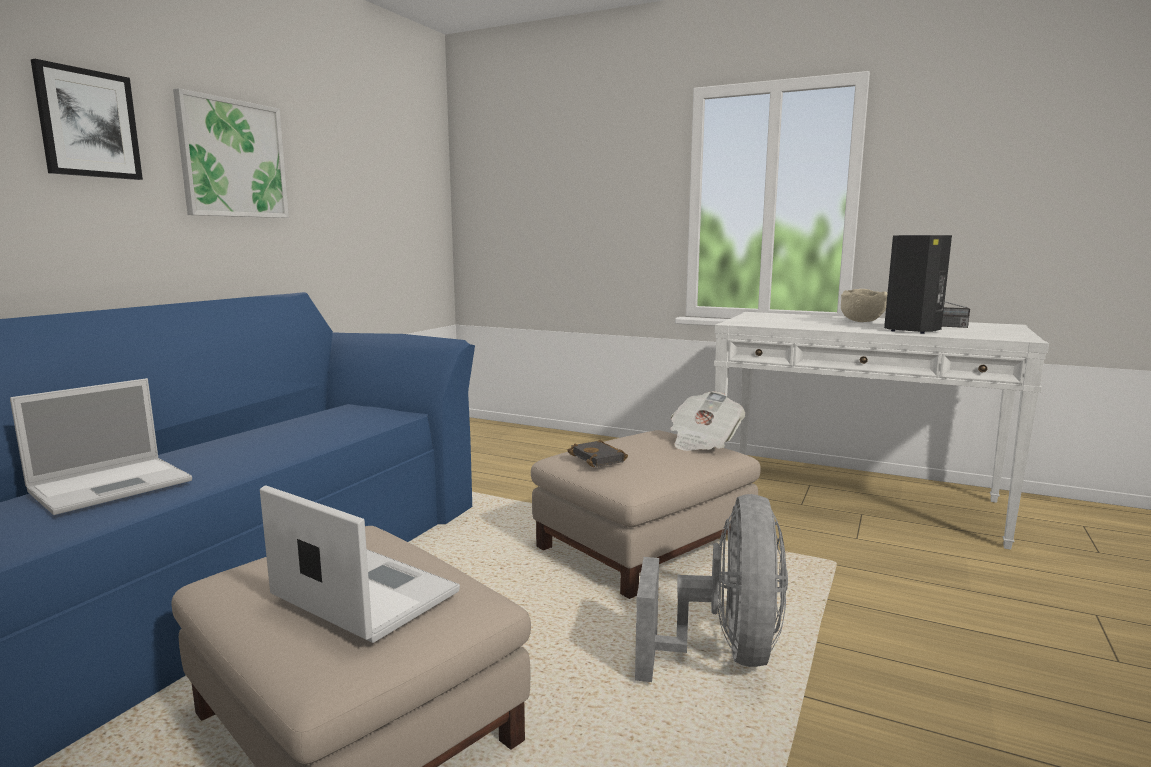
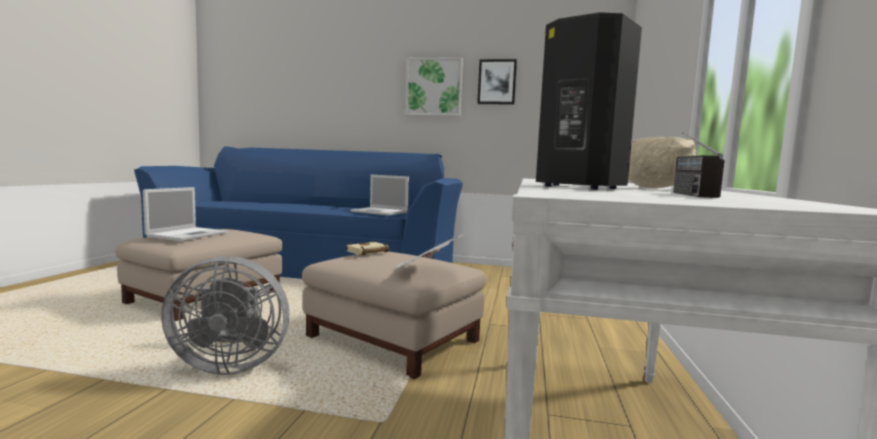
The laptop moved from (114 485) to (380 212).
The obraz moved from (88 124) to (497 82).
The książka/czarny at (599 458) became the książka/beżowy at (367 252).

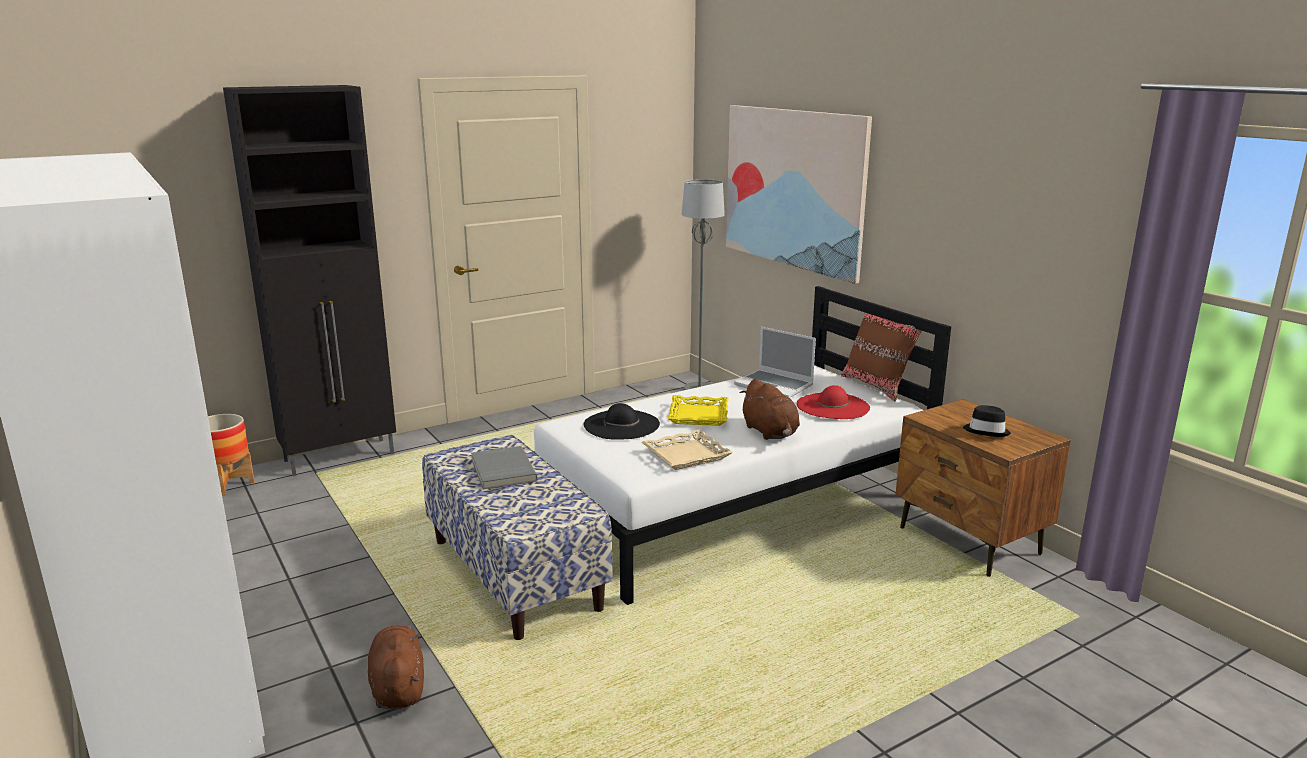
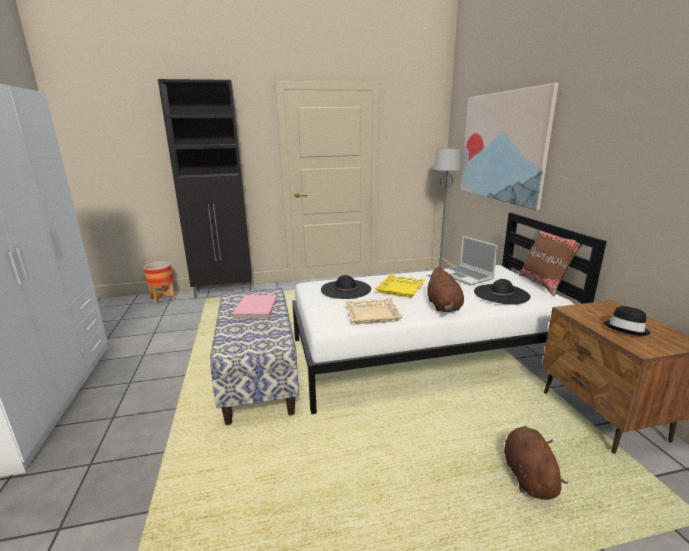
The pluszak/brązowy moved from (398 687) to (528 475).
The książka/szary at (502 470) became the książka/różowy at (255 308).
The kapelusz/czerwony at (833 406) became the kapelusz/czarny at (501 294).

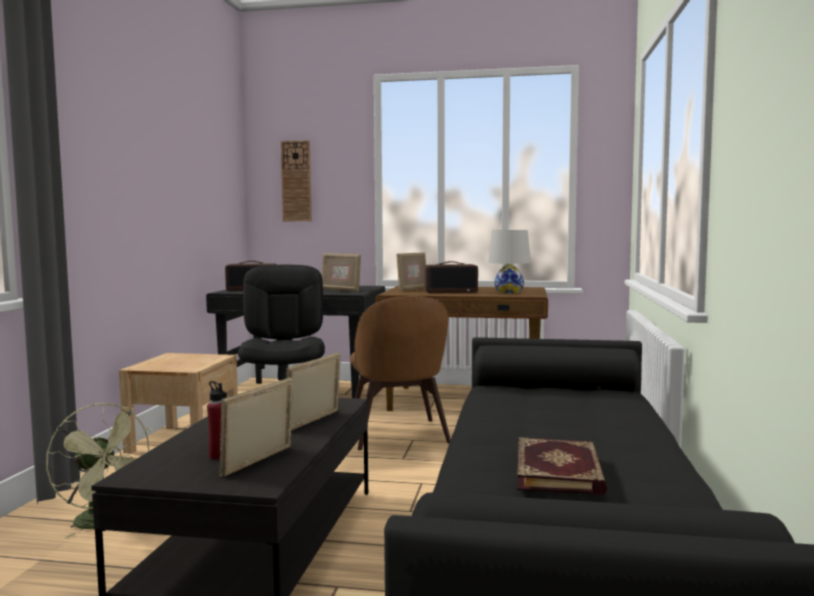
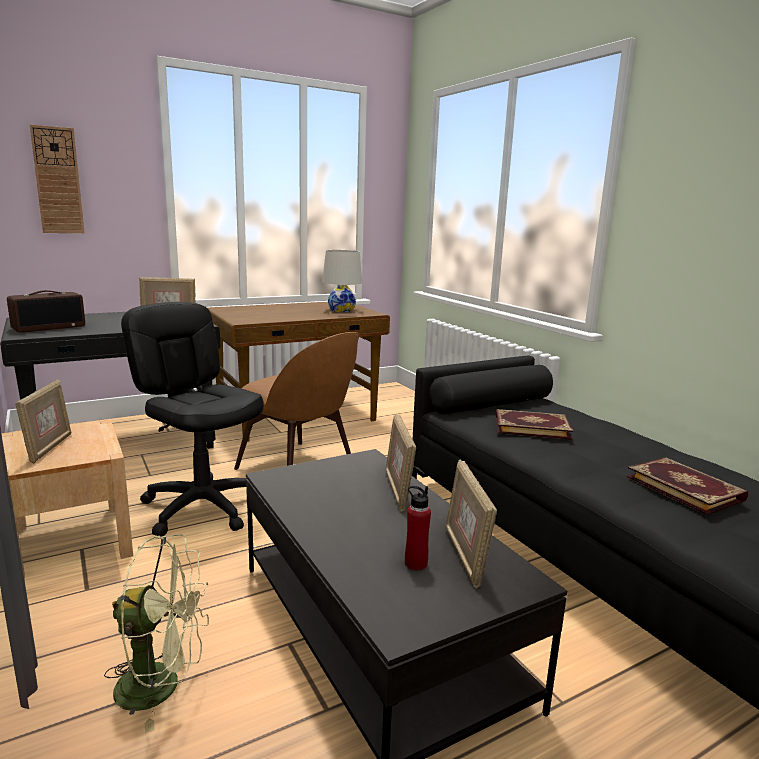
The ramka na zdjęcie moved from (412 289) to (49 448).
The radio at (451 292) disappeared.
The książka at (531 427) appeared.

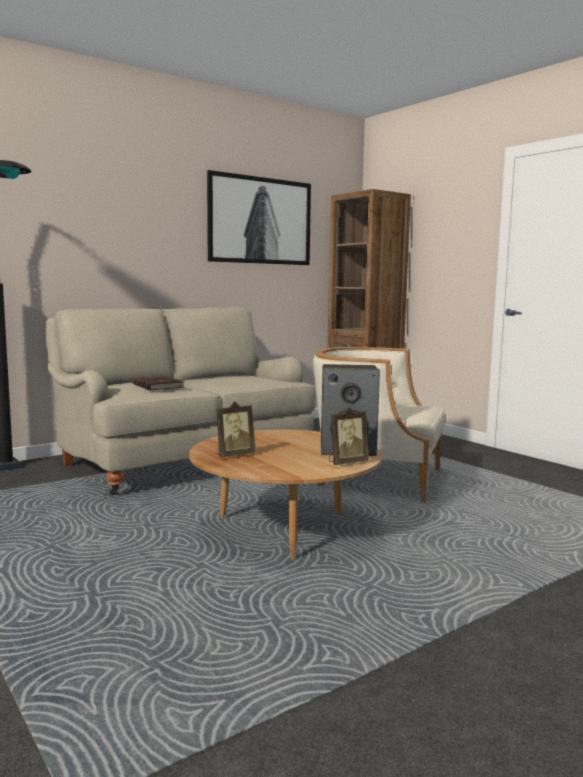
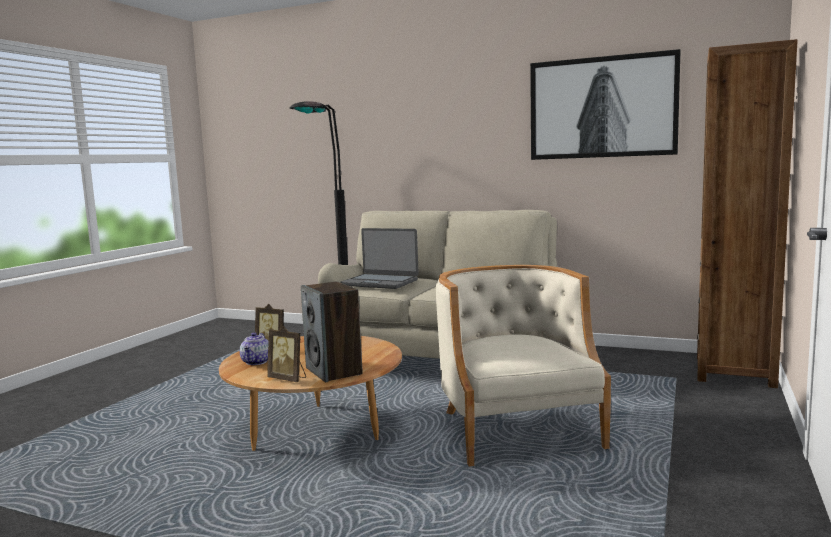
The książka/brązowy at (158 385) was replaced by the laptop at (380 282).
The imbryk at (256 362) appeared.

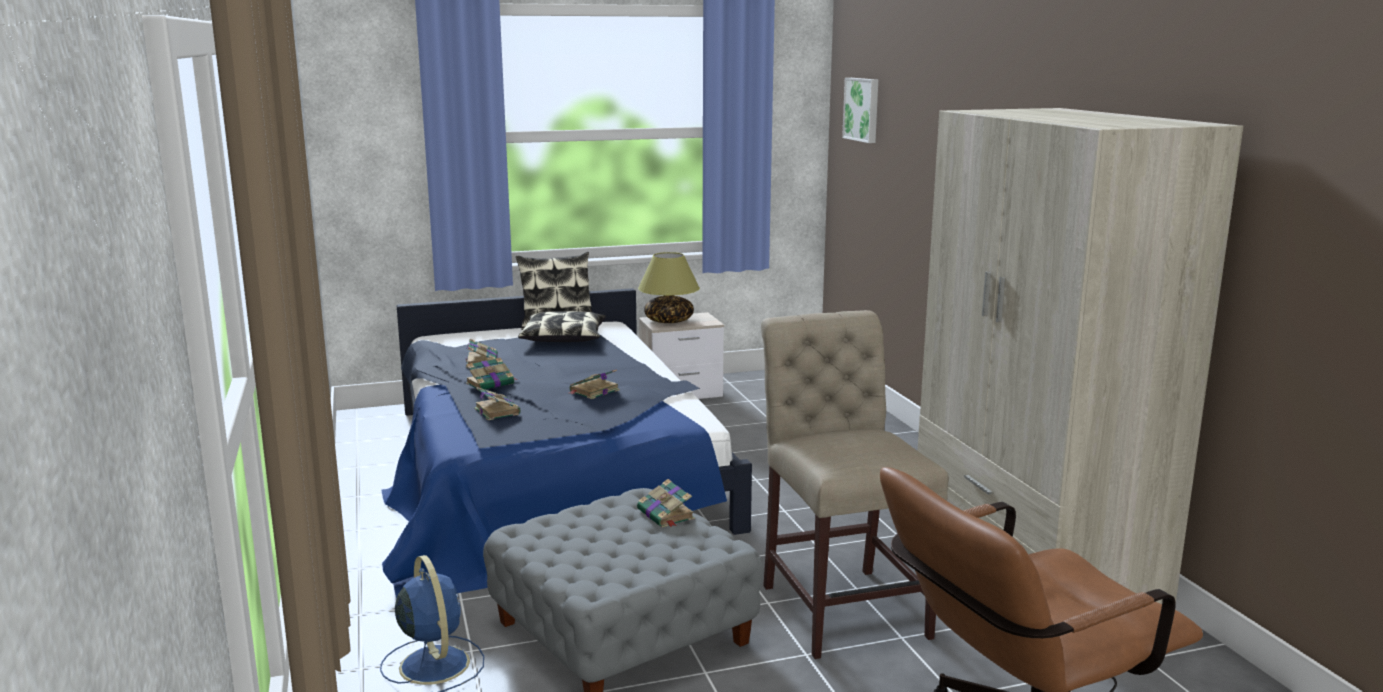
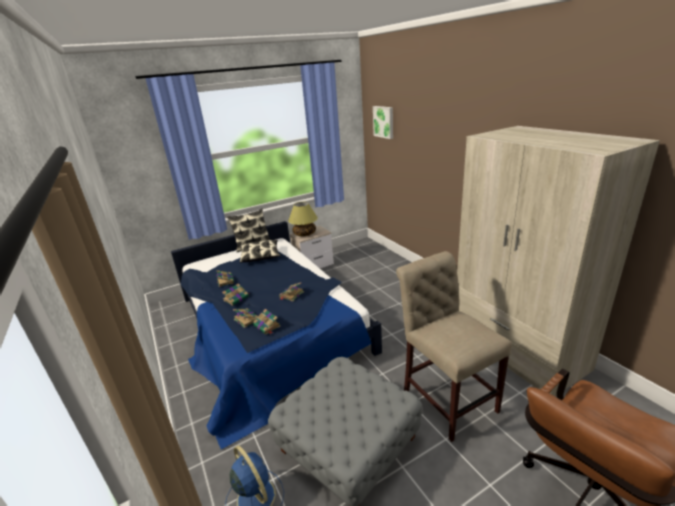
The książka moved from (666 515) to (267 326).

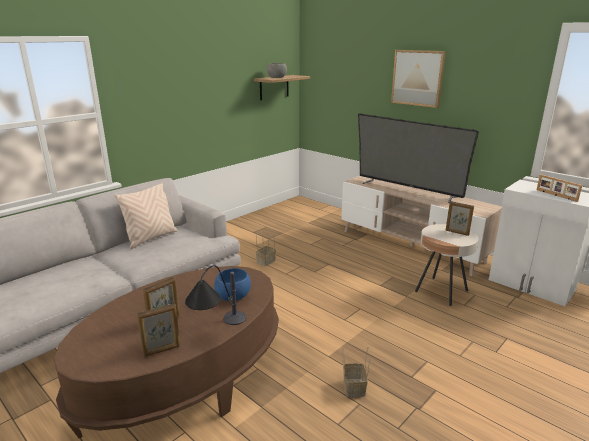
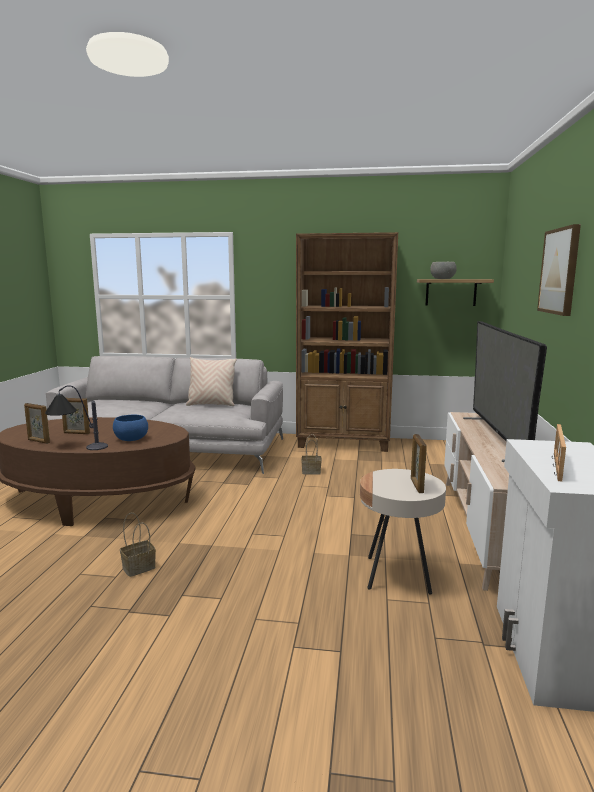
The regał/brązowy at (344 443) appeared.

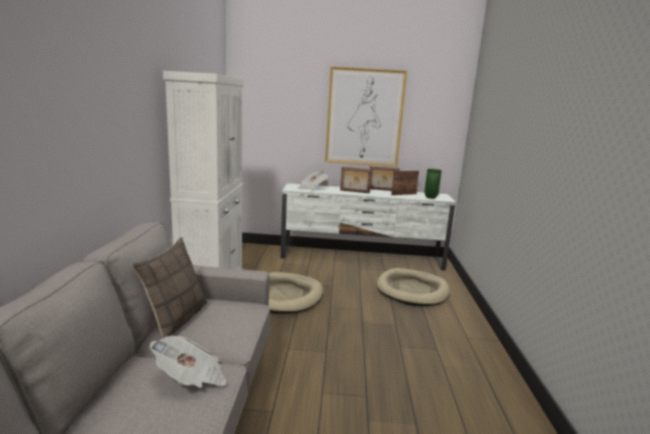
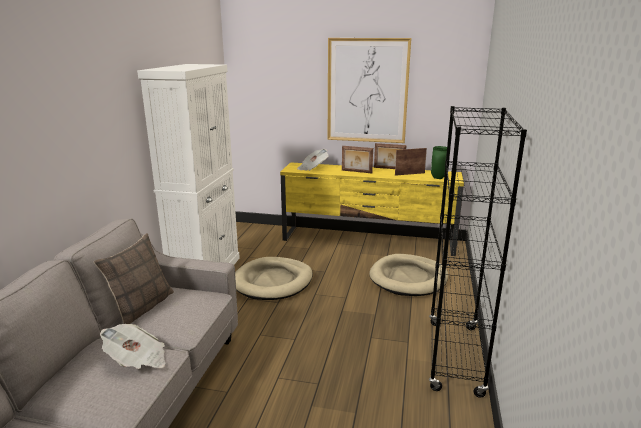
The szafka pod telewizor/biały at (362 258) became the szafka pod telewizor/żółty at (369 240).
The regał/czarny at (454 357) appeared.

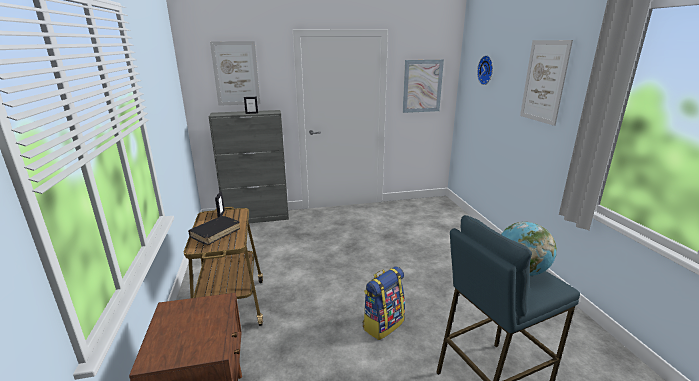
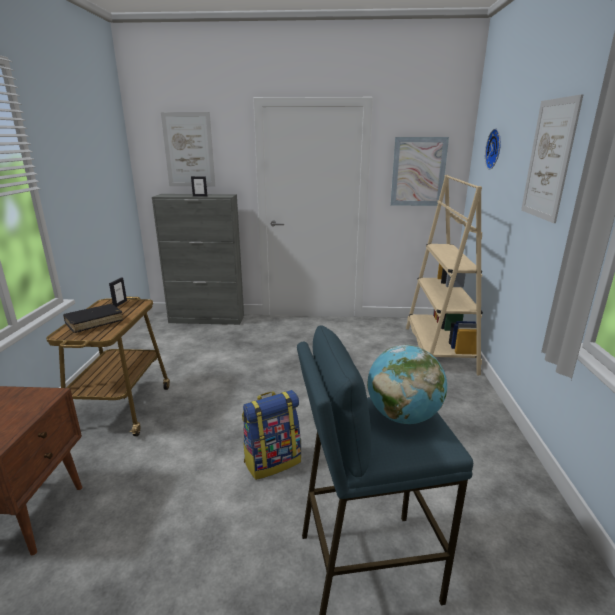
The regał/beżowy at (439 349) appeared.

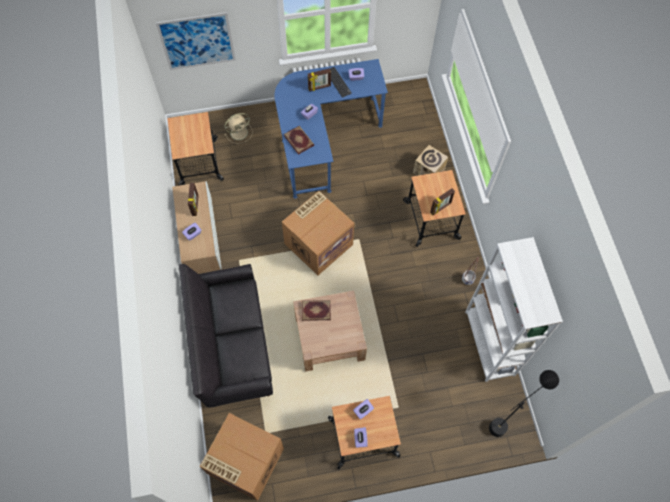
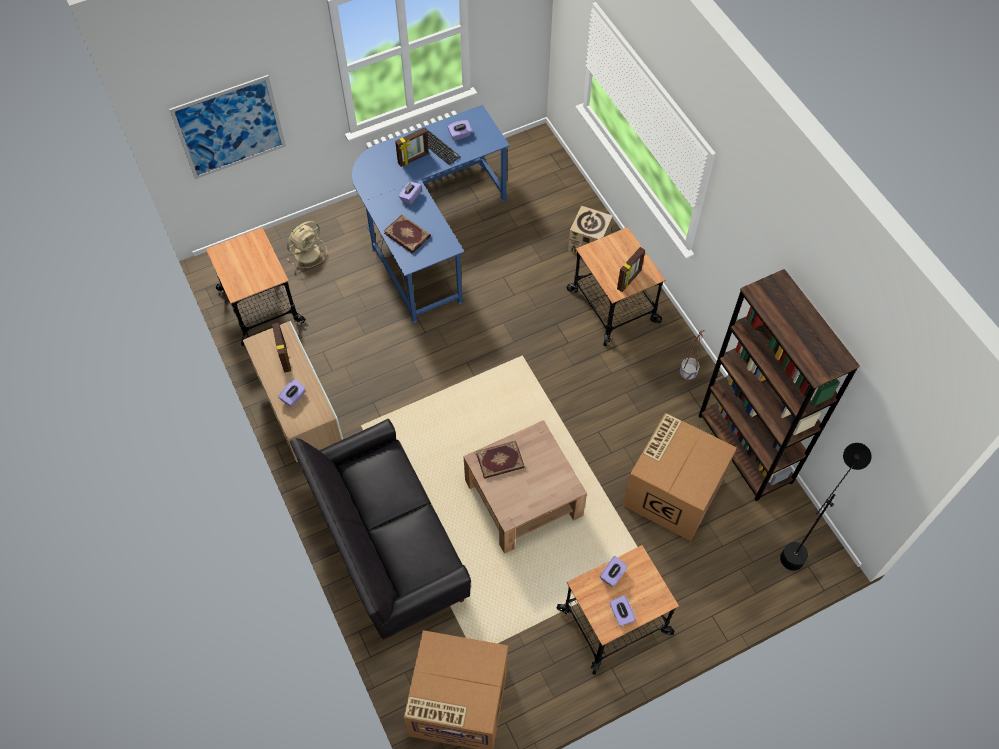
The karton moved from (318 243) to (672 491).
The regał/biały at (489 343) became the regał/brązowy at (745 449).

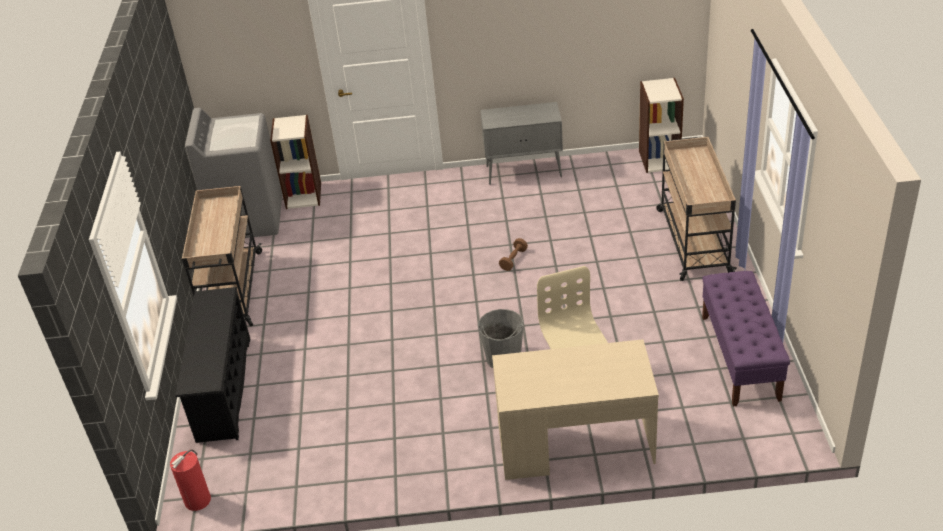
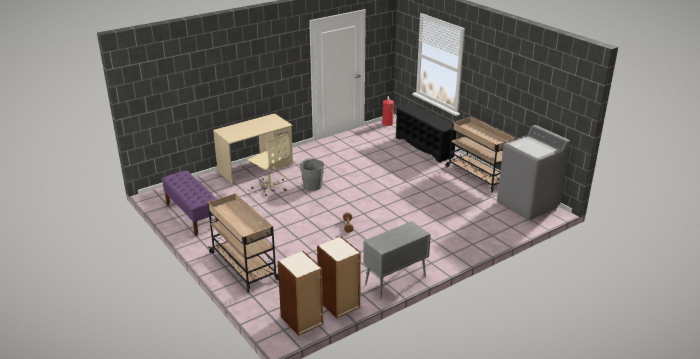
The regał moved from (304 195) to (339 304).

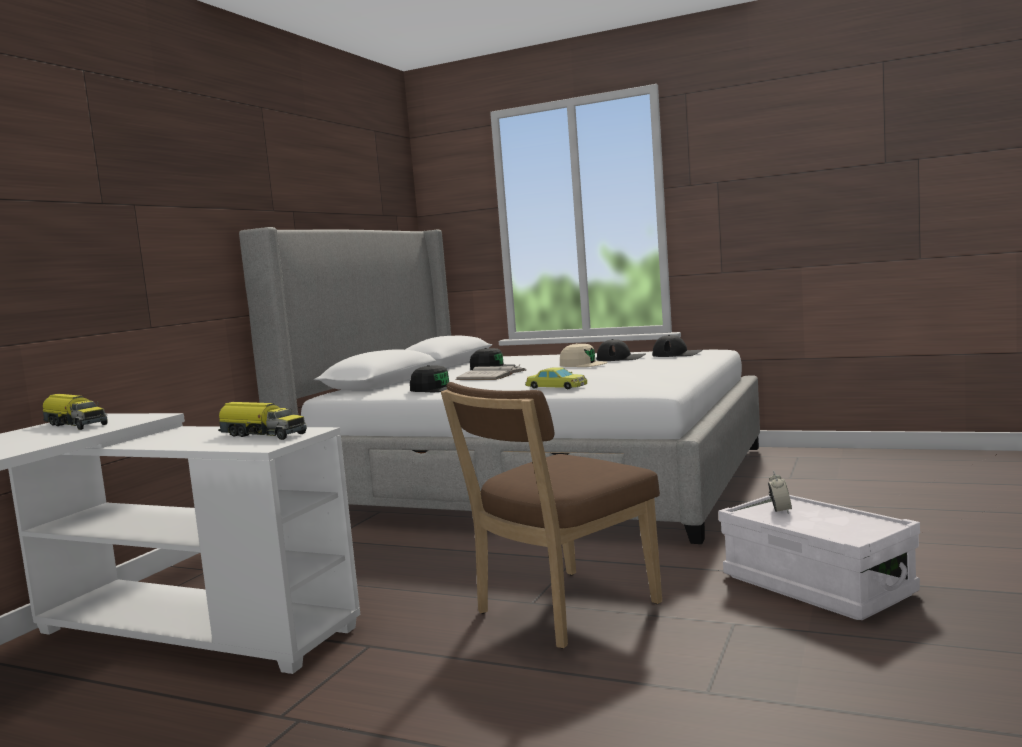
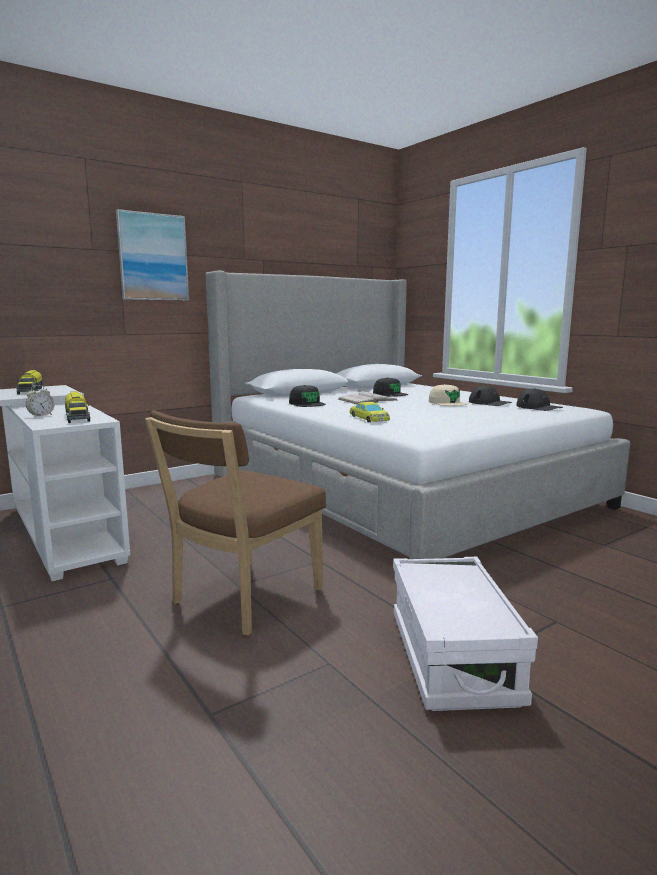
The krzesło/brązowy at (560 611) turned 45 degrees counterclockwise.
The budzik moved from (780 511) to (41 416).
The obraz at (153 257) appeared.

